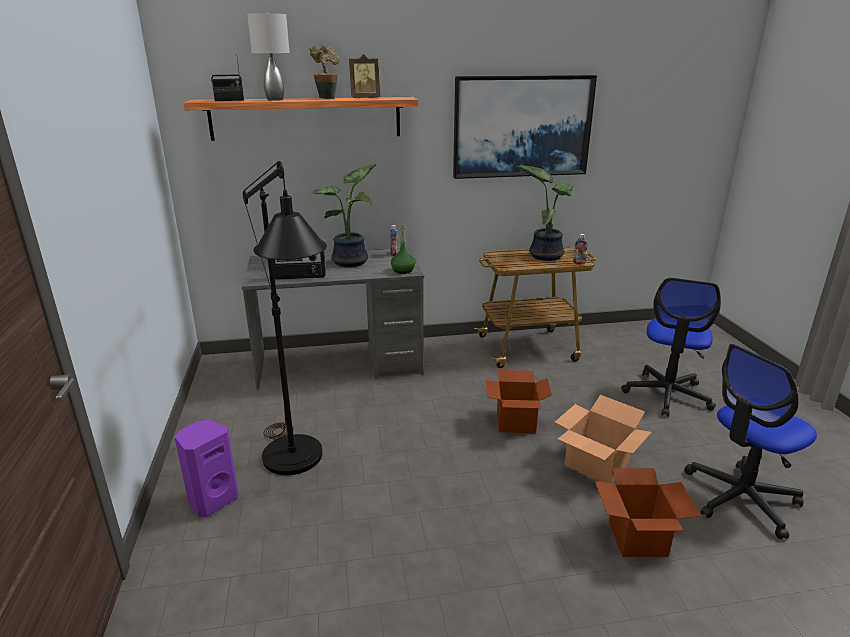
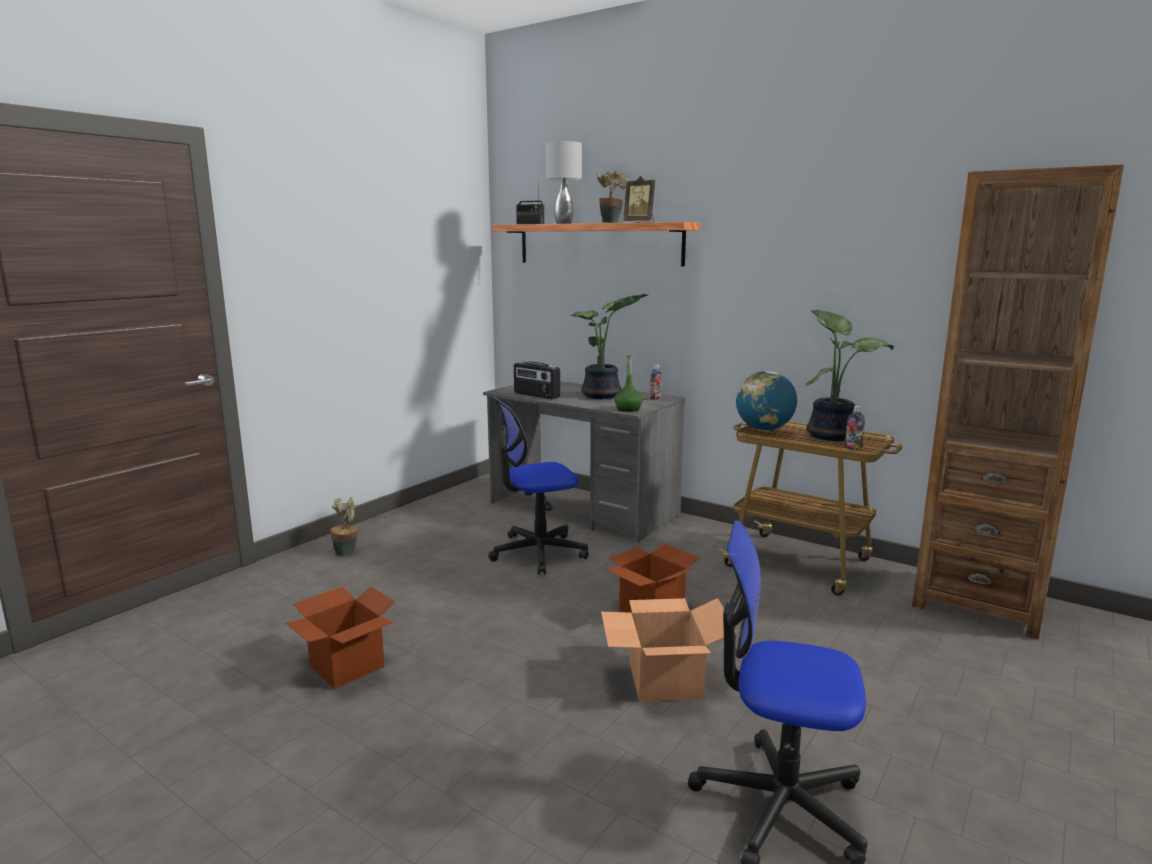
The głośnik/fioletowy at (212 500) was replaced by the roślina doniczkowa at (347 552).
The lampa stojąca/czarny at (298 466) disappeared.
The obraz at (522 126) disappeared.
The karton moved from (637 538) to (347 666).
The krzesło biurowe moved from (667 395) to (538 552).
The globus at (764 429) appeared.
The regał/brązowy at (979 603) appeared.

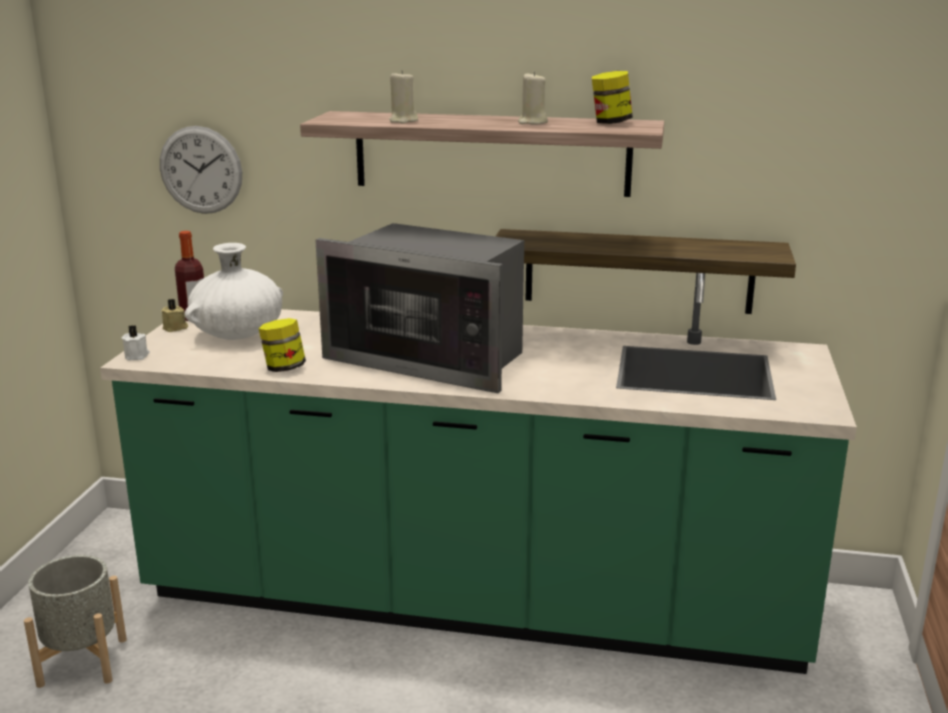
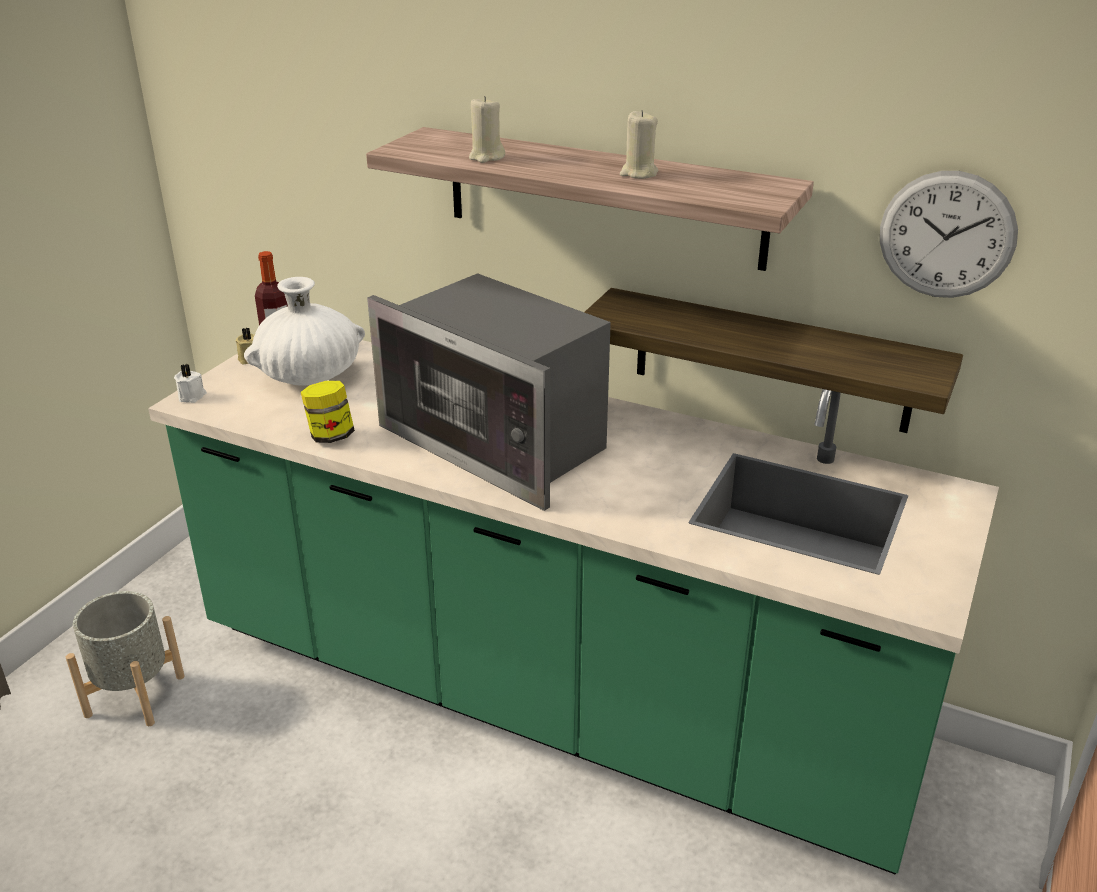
The zegar ścienny moved from (201 170) to (947 235).
The słoik at (610 122) disappeared.

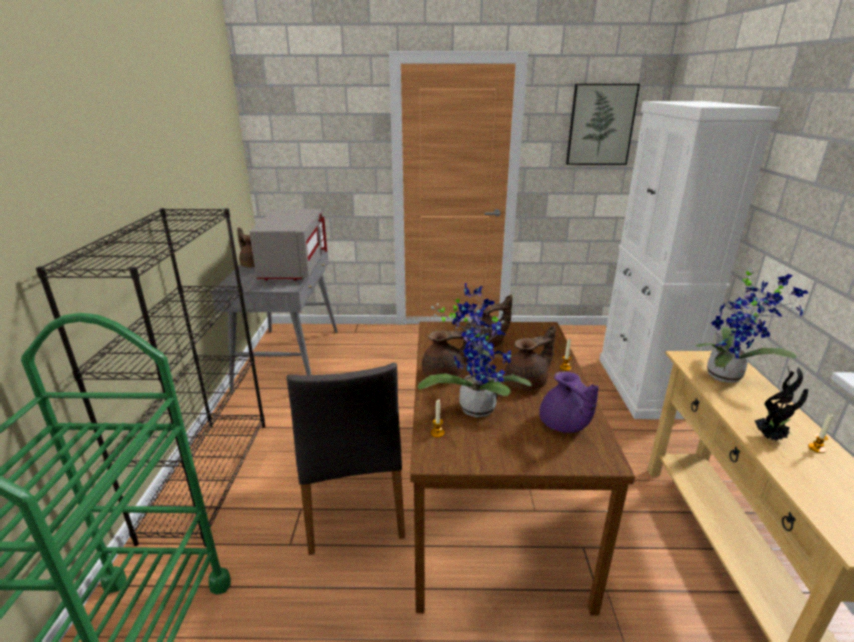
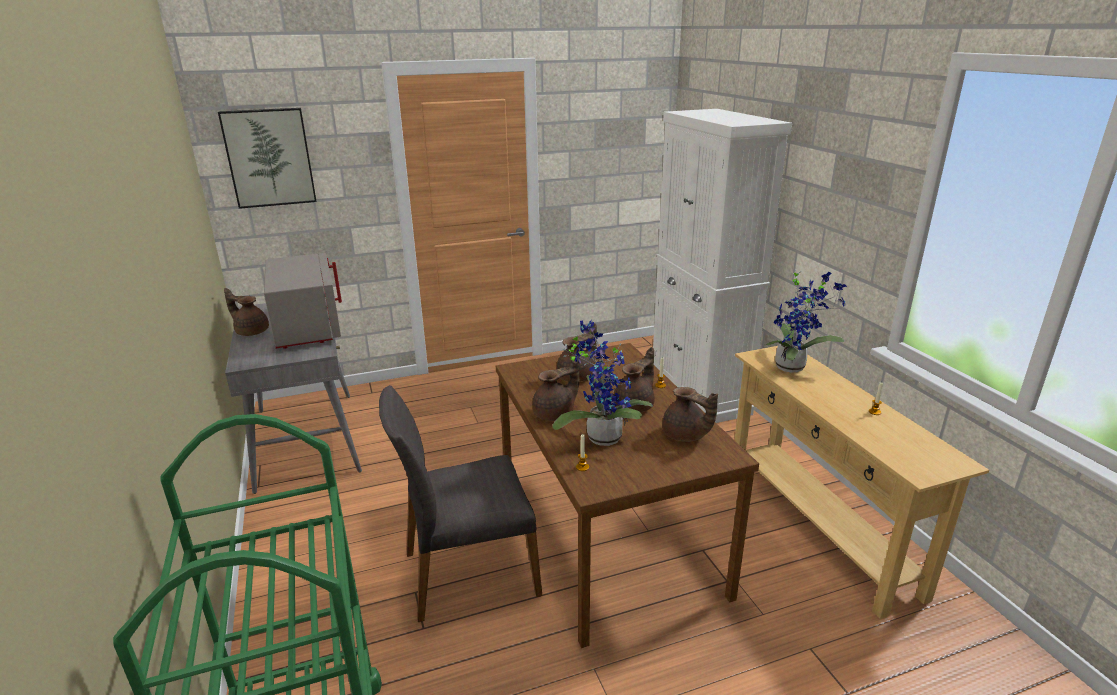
The regał/czarny at (209 476) disappeared.
The krzesło/szary at (352 503) turned 105 degrees clockwise.
The imbryk/fioletowy at (564 425) became the imbryk/brązowy at (685 436).
The obraz moved from (600 125) to (269 158).
The roślina doniczkowa at (771 438) disappeared.

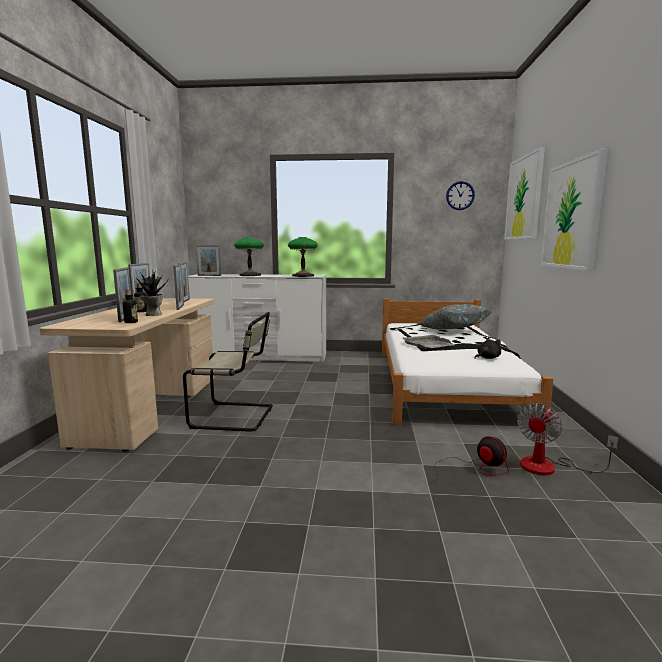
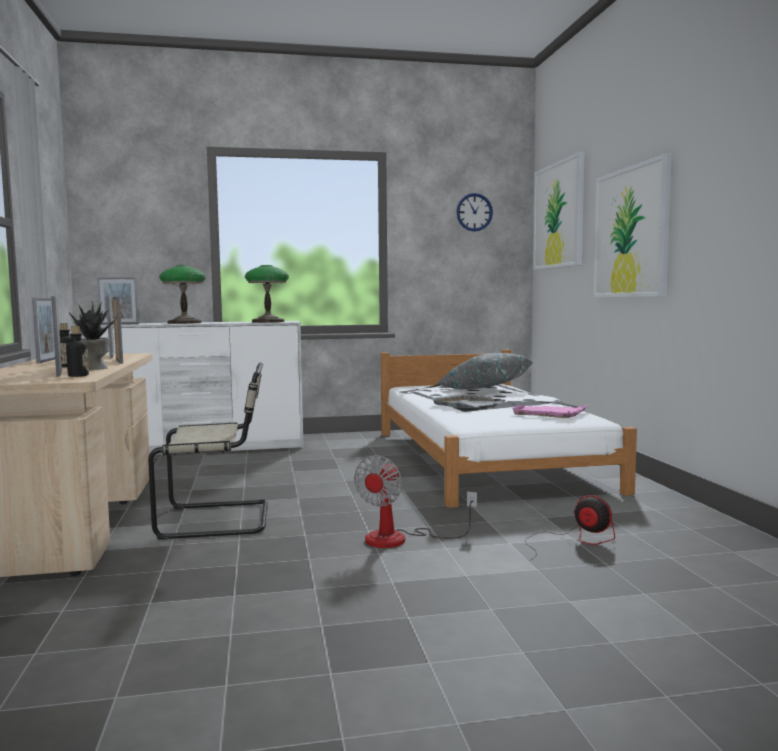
The pluszak/czarny at (487 358) was replaced by the taca/różowy at (550 413).
The wentylator moved from (549 467) to (400 539).

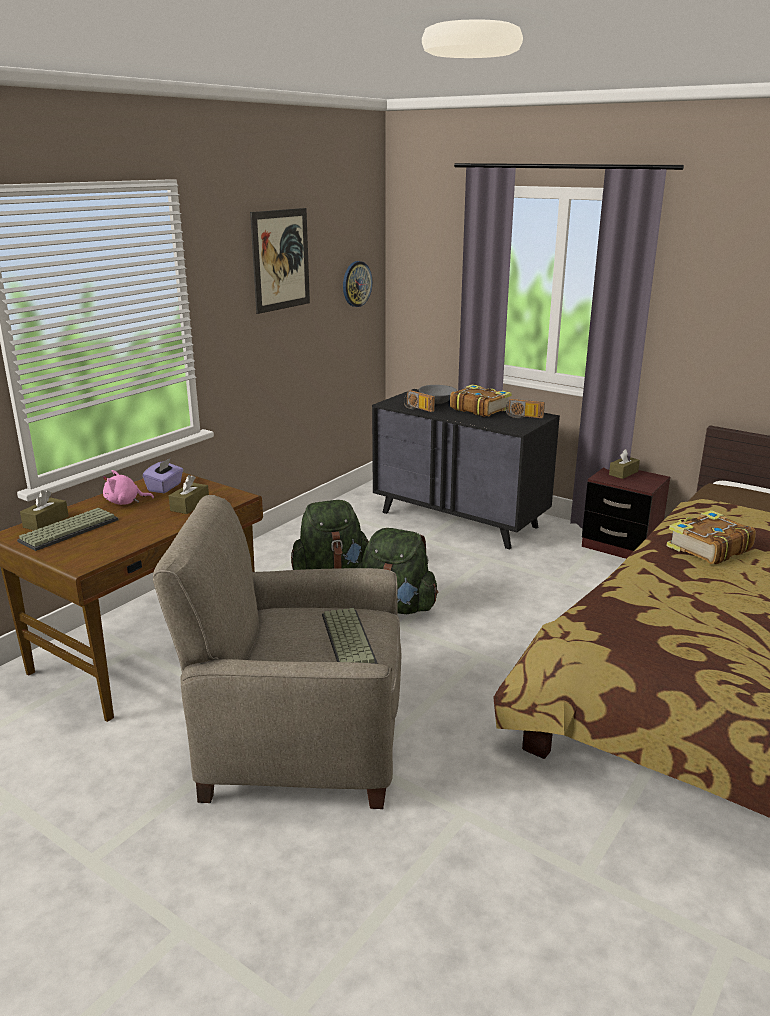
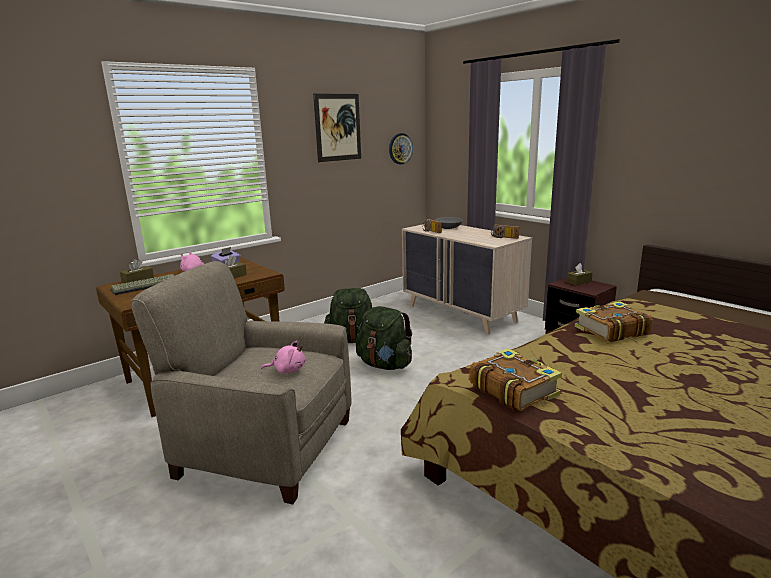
The klawiatura at (346 639) was replaced by the pluszak/różowy at (287 370).
The komoda/czarny at (460 520) became the komoda/beżowy at (462 313).
The książka moved from (479 409) to (513 389).

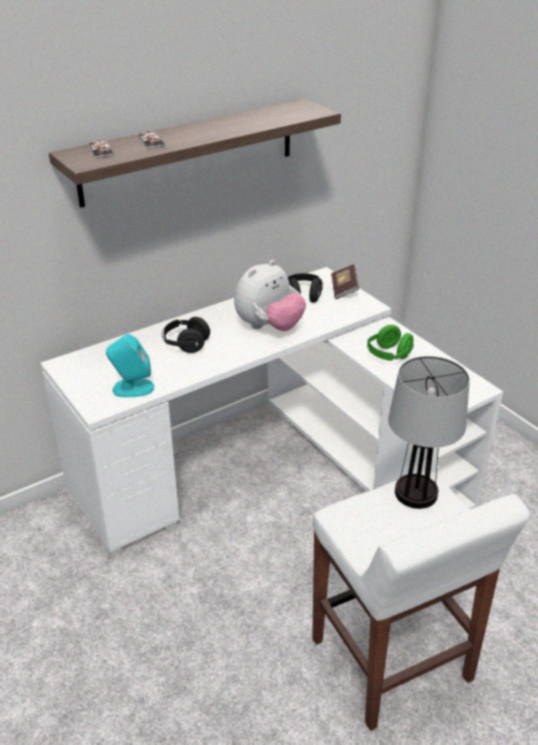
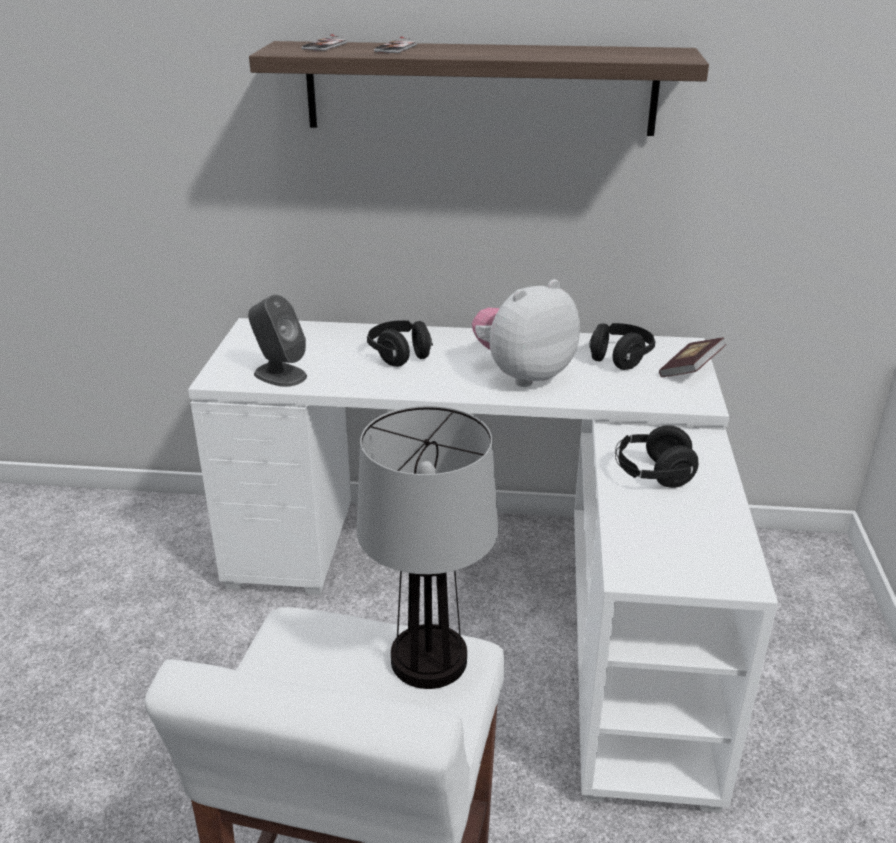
The głośnik/turkusowy at (132 388) became the głośnik/szary at (279 374).
The pluszak at (269 327) turned 150 degrees clockwise.
The słuchawki/zielony at (388 355) became the słuchawki/czarny at (652 475).

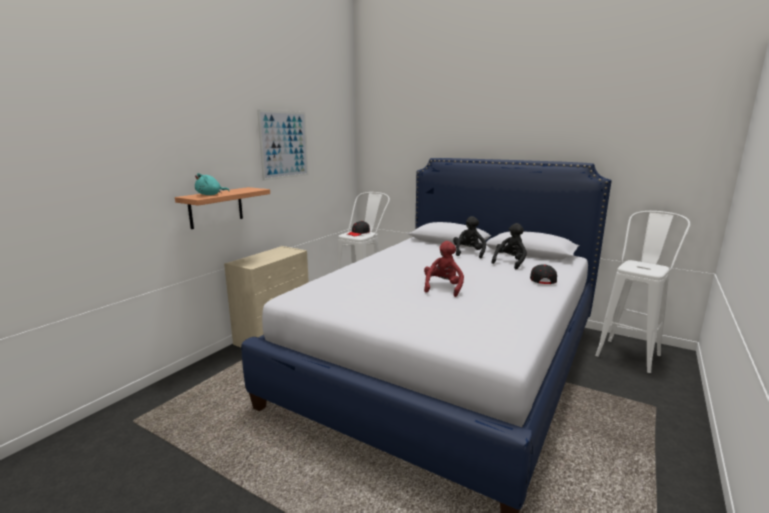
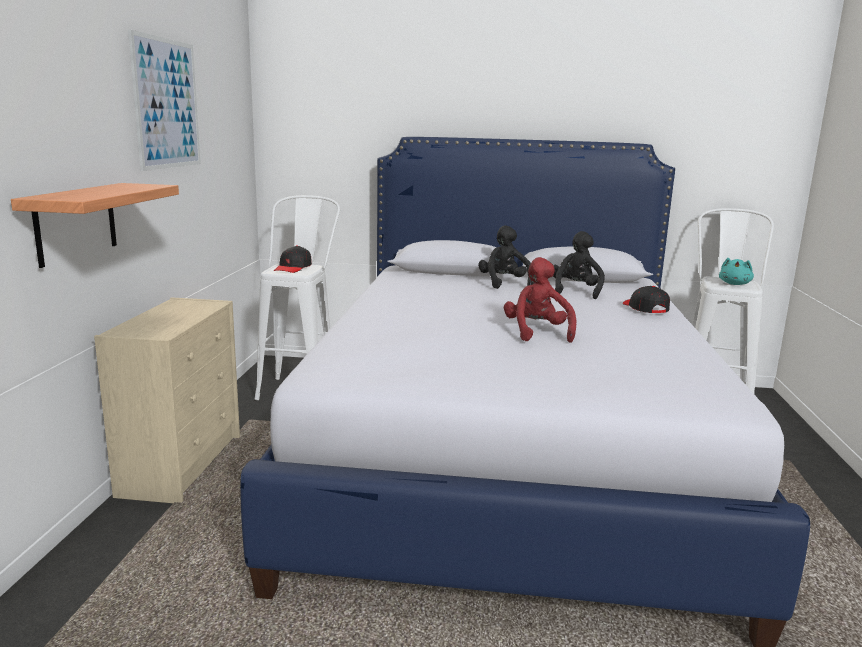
The pluszak/turkusowy moved from (210 195) to (734 284).

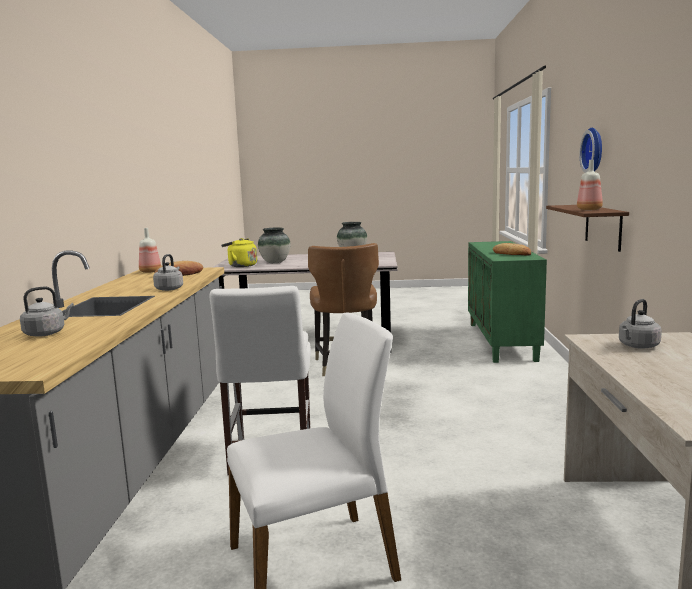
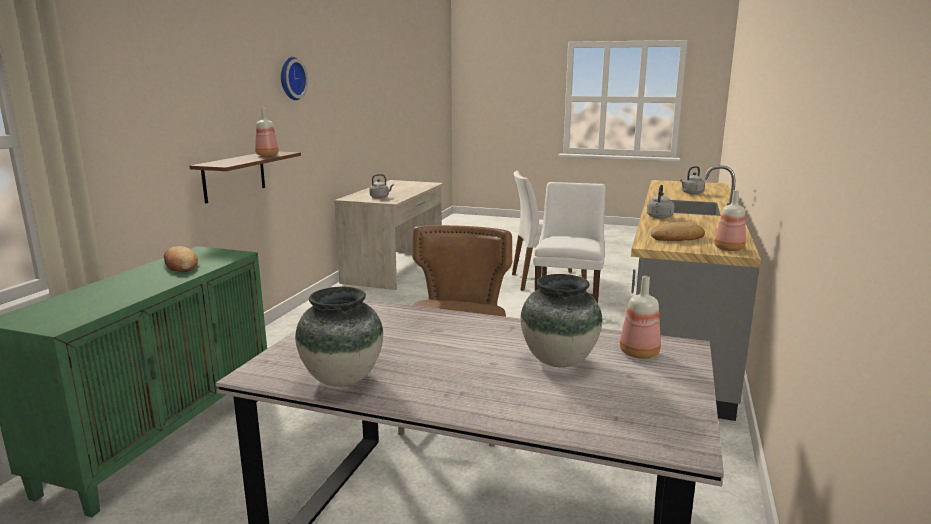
The czajnik/żółty at (241 266) was replaced by the butelka at (639 354).
The zegar ścienny moved from (595 151) to (290 78).

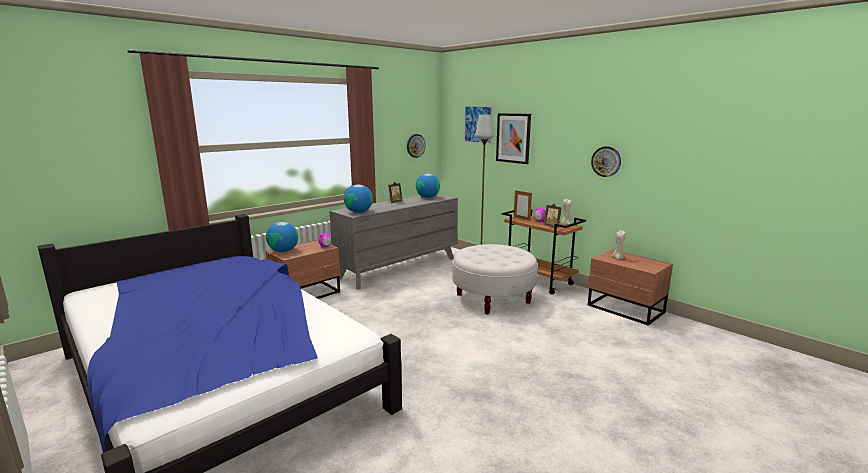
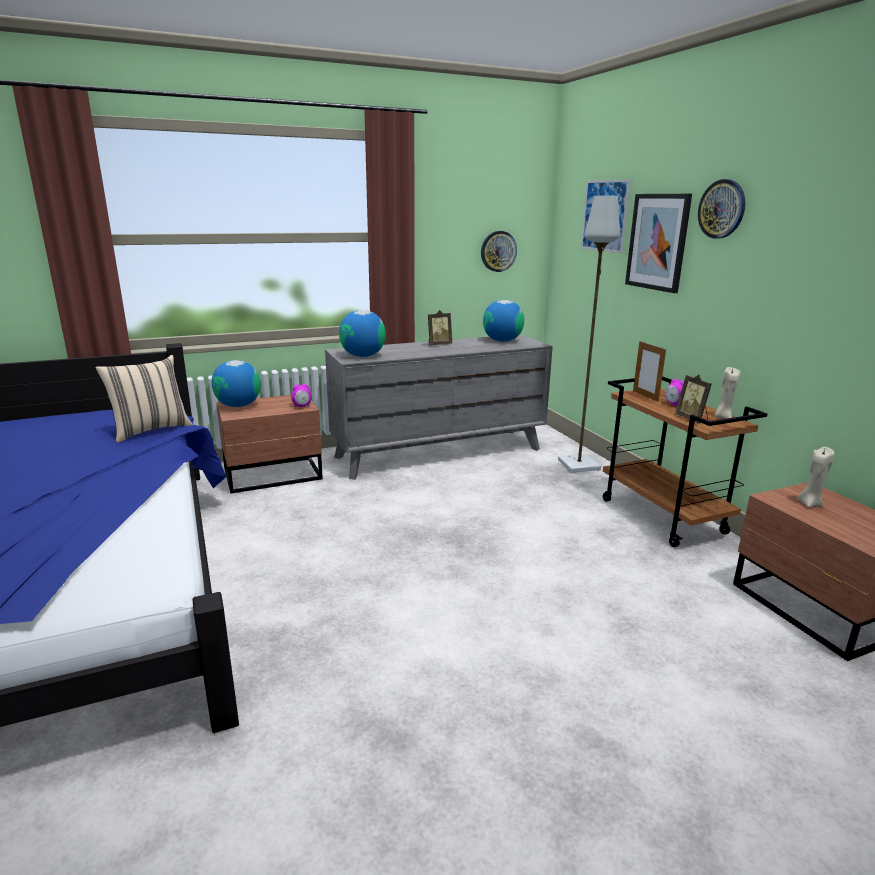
The pufa/biały at (493 298) disappeared.
The zegar ścienny moved from (606 161) to (722 209).
The poduszka/beżowy at (150 430) appeared.

